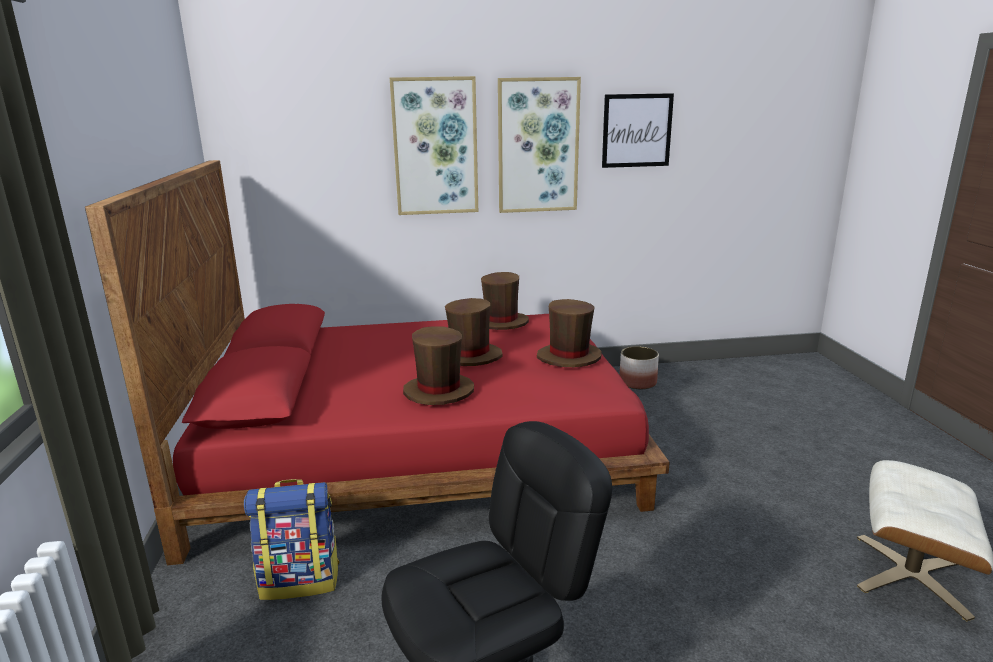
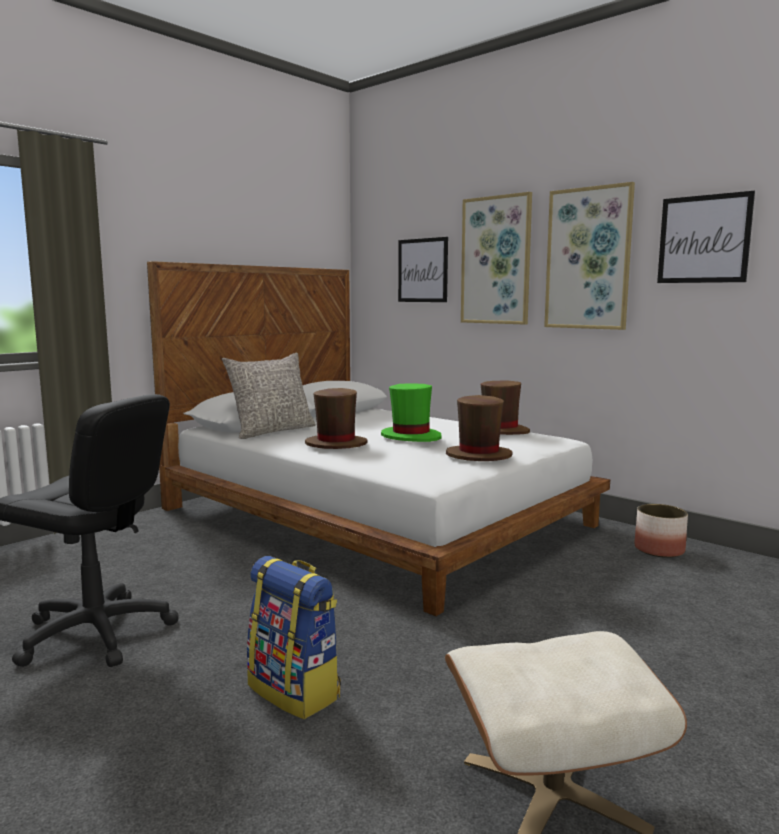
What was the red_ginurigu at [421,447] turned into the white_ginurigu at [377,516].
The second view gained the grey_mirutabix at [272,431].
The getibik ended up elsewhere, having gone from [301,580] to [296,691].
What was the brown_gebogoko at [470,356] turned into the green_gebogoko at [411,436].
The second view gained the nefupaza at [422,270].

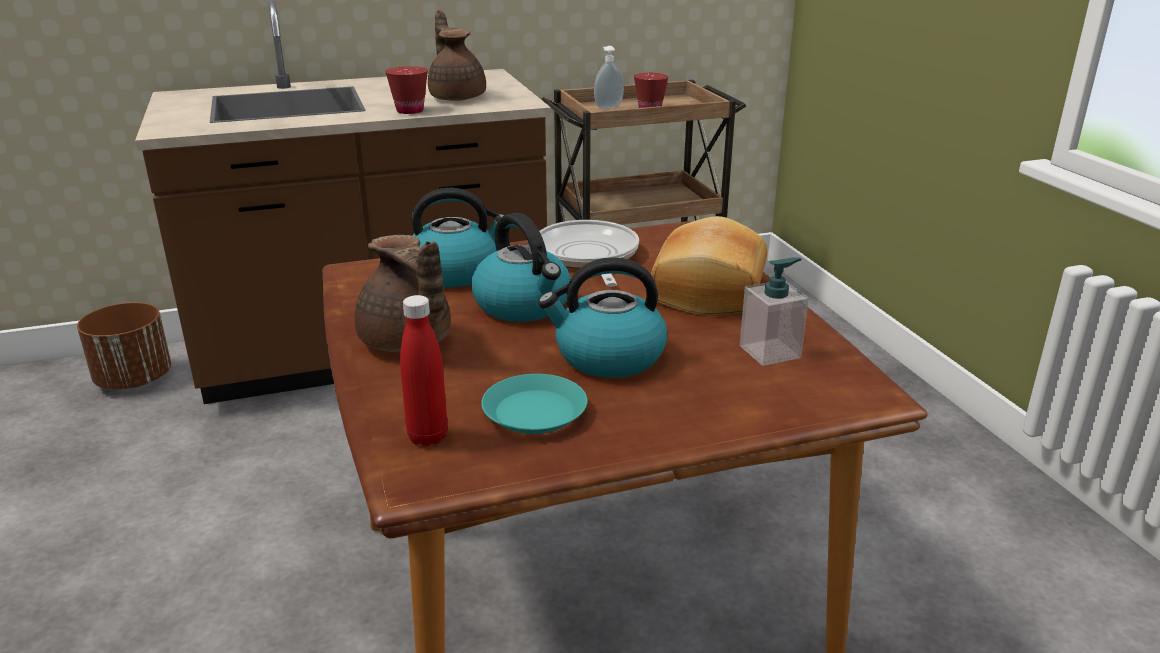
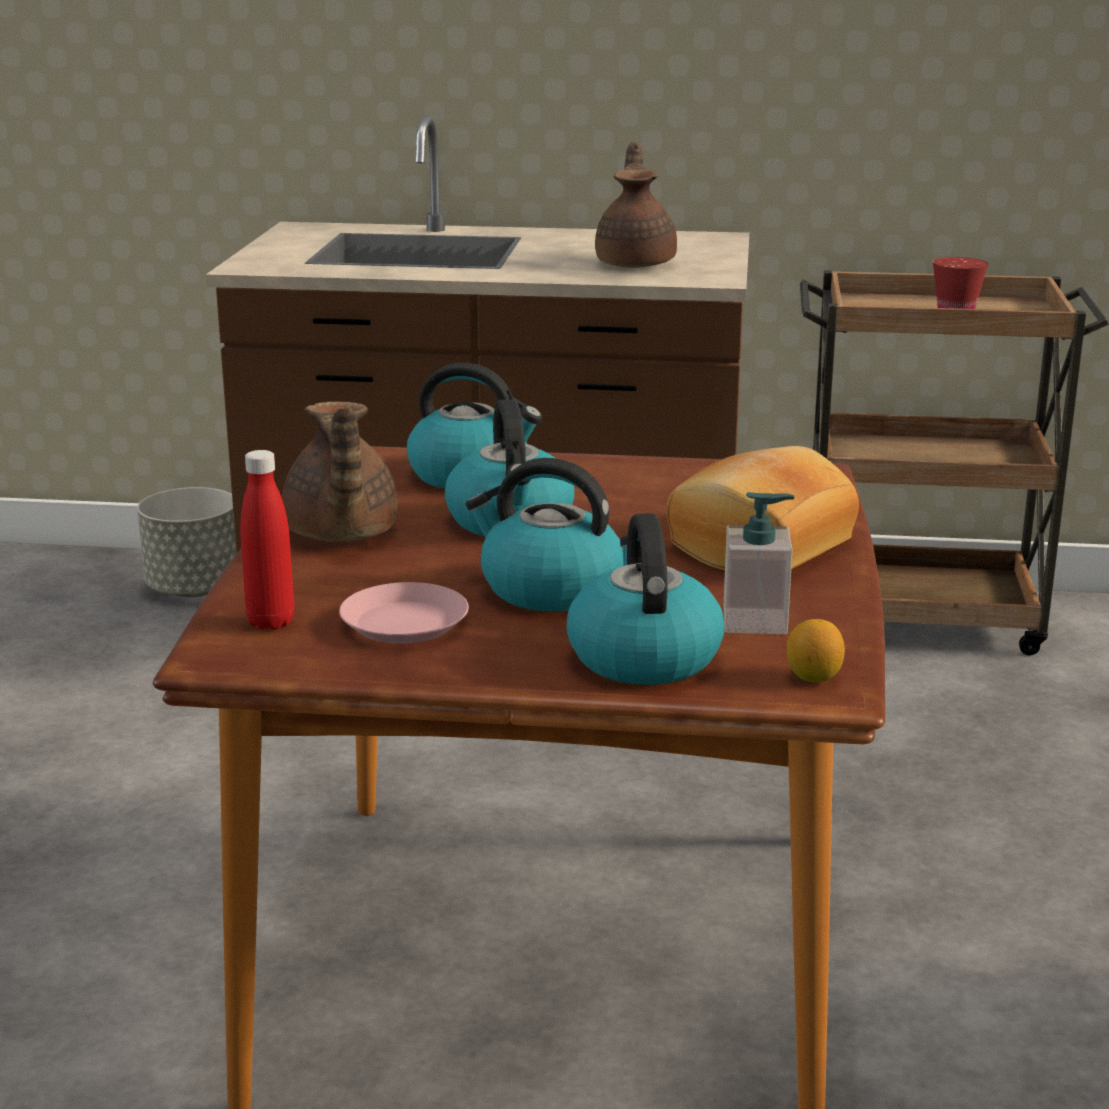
What was the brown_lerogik at [135,380] turned into the grey_lerogik at [195,589].
What was the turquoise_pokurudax at [534,412] turned into the pink_pokurudax at [403,623].
The second view gained the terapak at [642,656].
The second view gained the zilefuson at [813,677].
The second view lost the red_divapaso at [410,111].
The second view lost the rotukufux at [587,257].
The second view lost the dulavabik at [607,107].

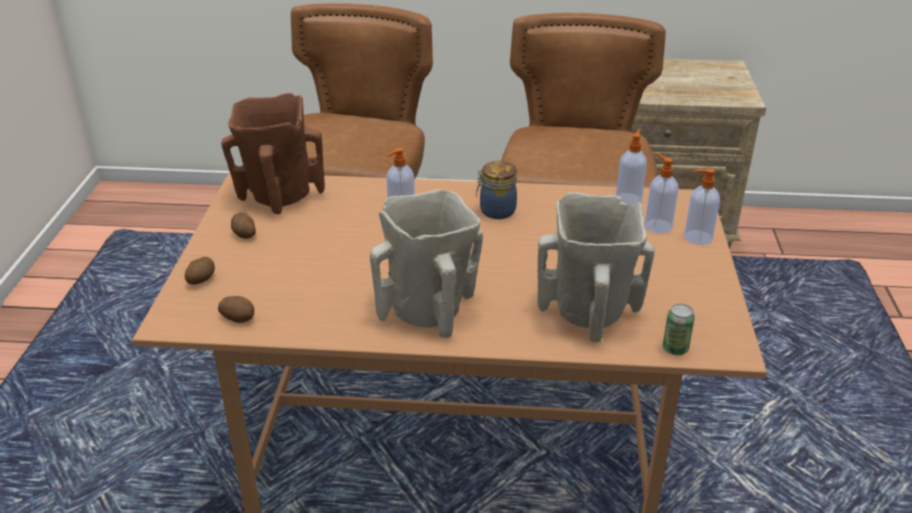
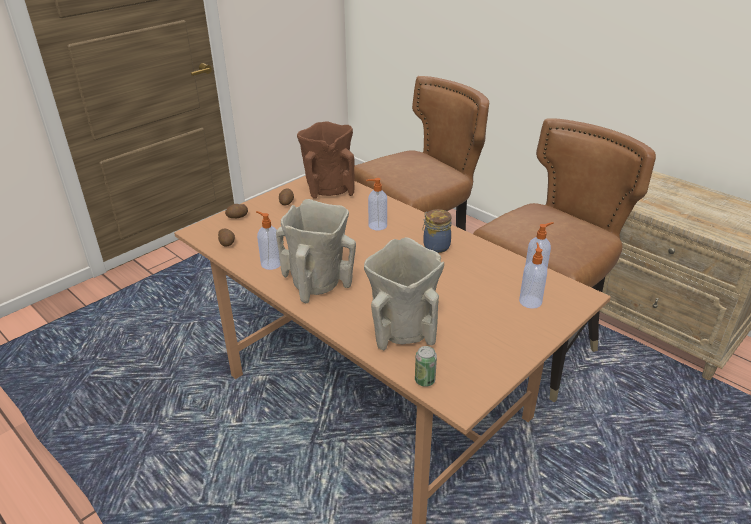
The dulavabik ended up elsewhere, having gone from [697,238] to [270,263].

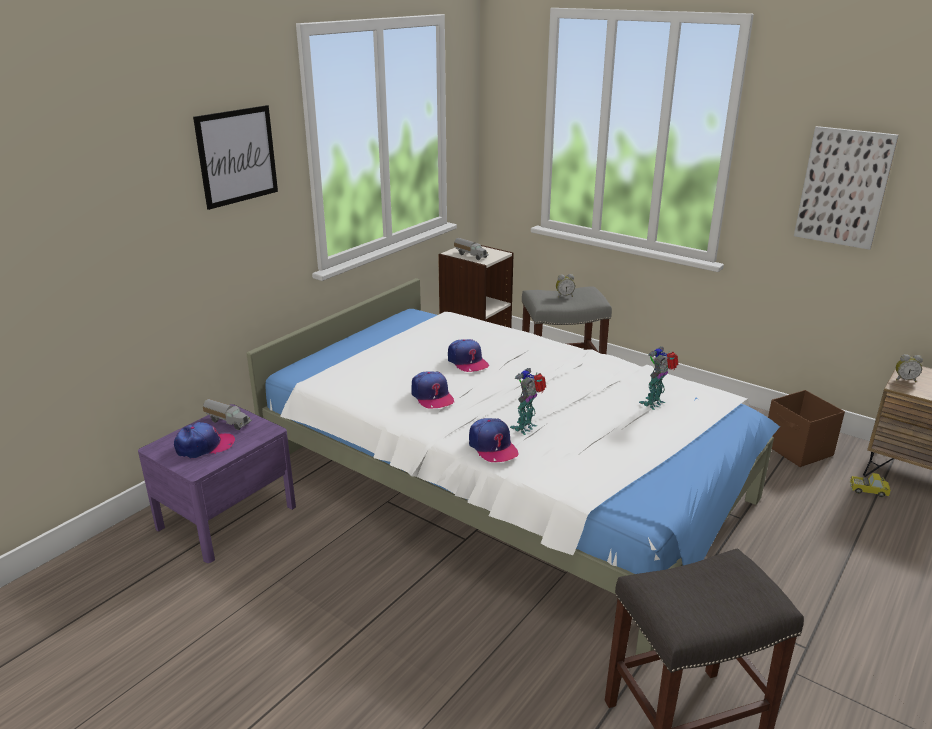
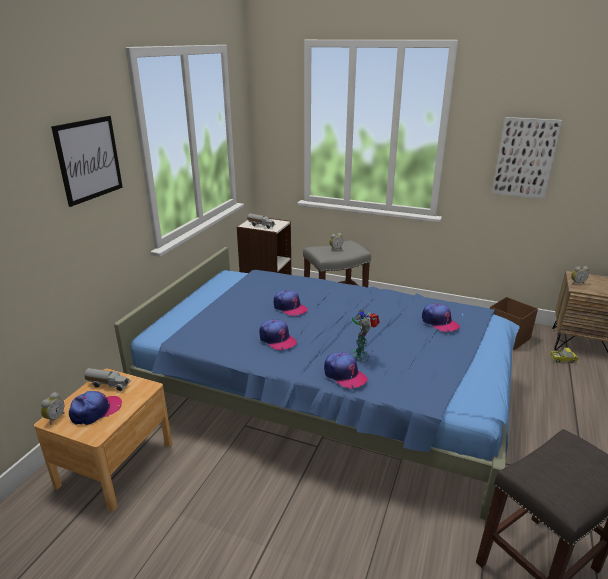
What was the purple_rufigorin at [227,517] turned into the brown_rufigorin at [116,464].
The second view gained the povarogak at [54,418].
What was the white_ginurigu at [507,483] turned into the blue_ginurigu at [329,394].
Where the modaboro stood at [655,403], the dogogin came to stand at [439,322].

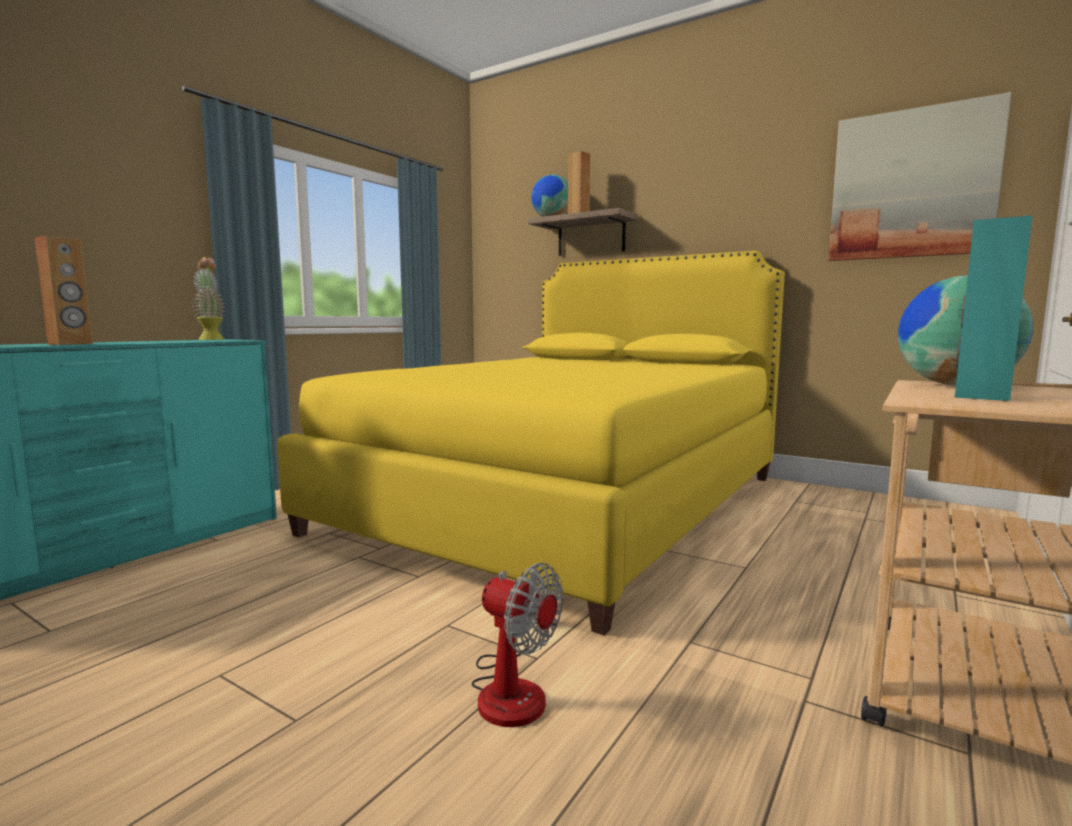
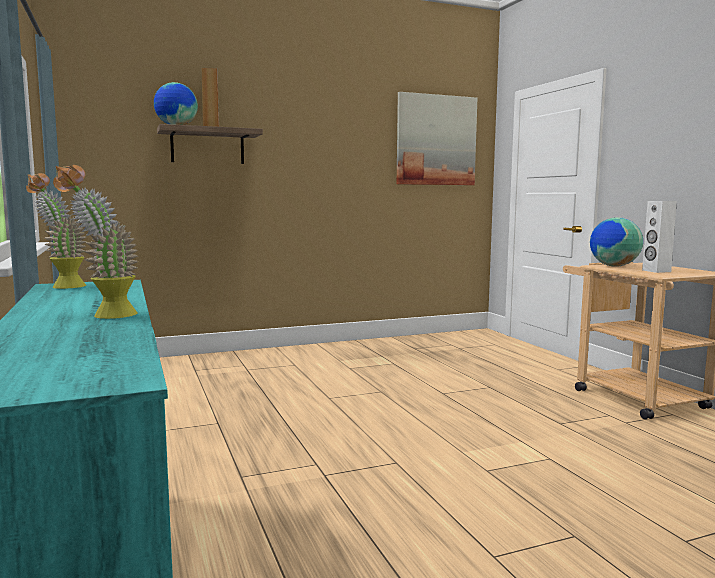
Where the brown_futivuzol stood at [70,344], the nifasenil came to stand at [103,316].
What was the turquoise_futivuzol at [981,396] turned into the white_futivuzol at [656,271].
The second view lost the yellow_ginurigu at [565,503].
The second view lost the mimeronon at [511,687].

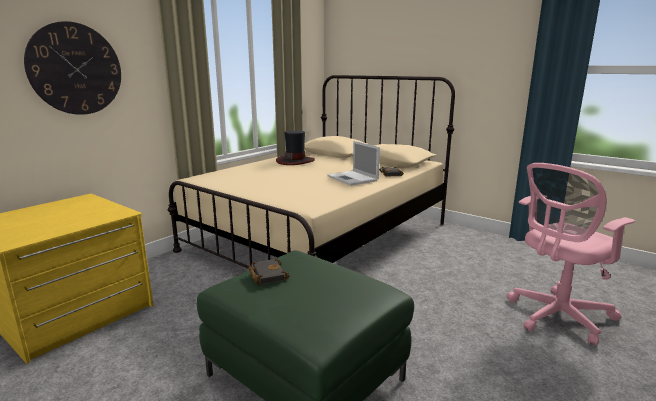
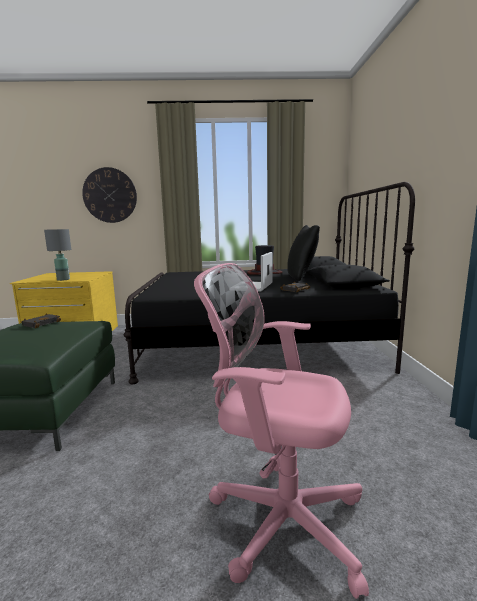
The second view gained the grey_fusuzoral at [63,279].
What was the beige_ginurigu at [320,236] turned into the black_ginurigu at [258,343].
The second view gained the black_mirutabix at [301,277].

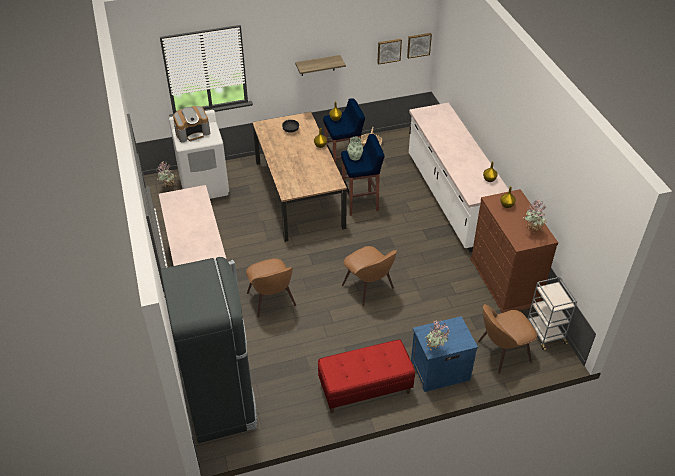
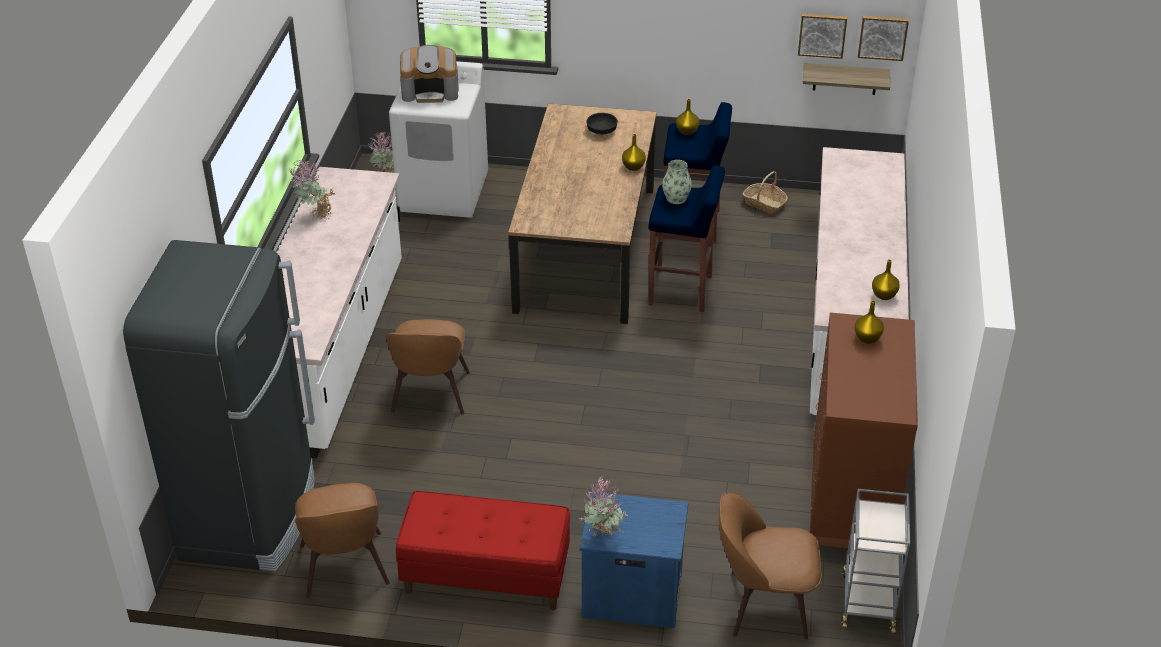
The nifasenil ended up elsewhere, having gone from [532,230] to [315,217].
The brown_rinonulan ended up elsewhere, having gone from [369,288] to [344,568].
The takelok ended up elsewhere, having gone from [317,65] to [845,79].

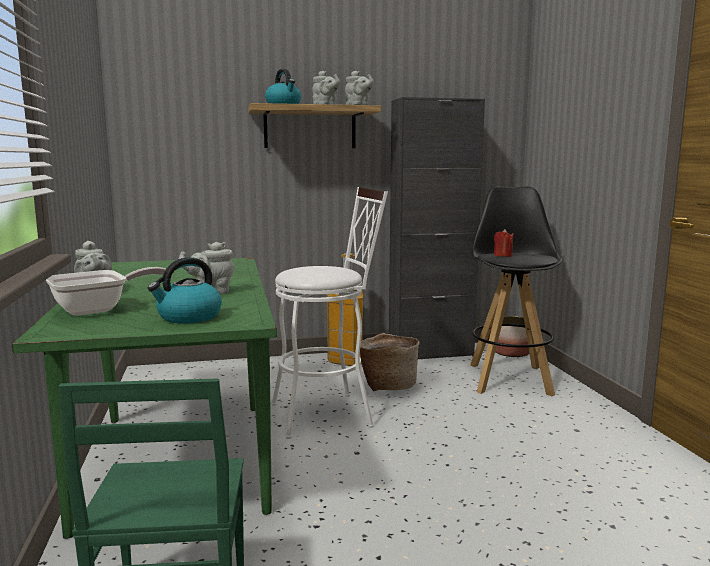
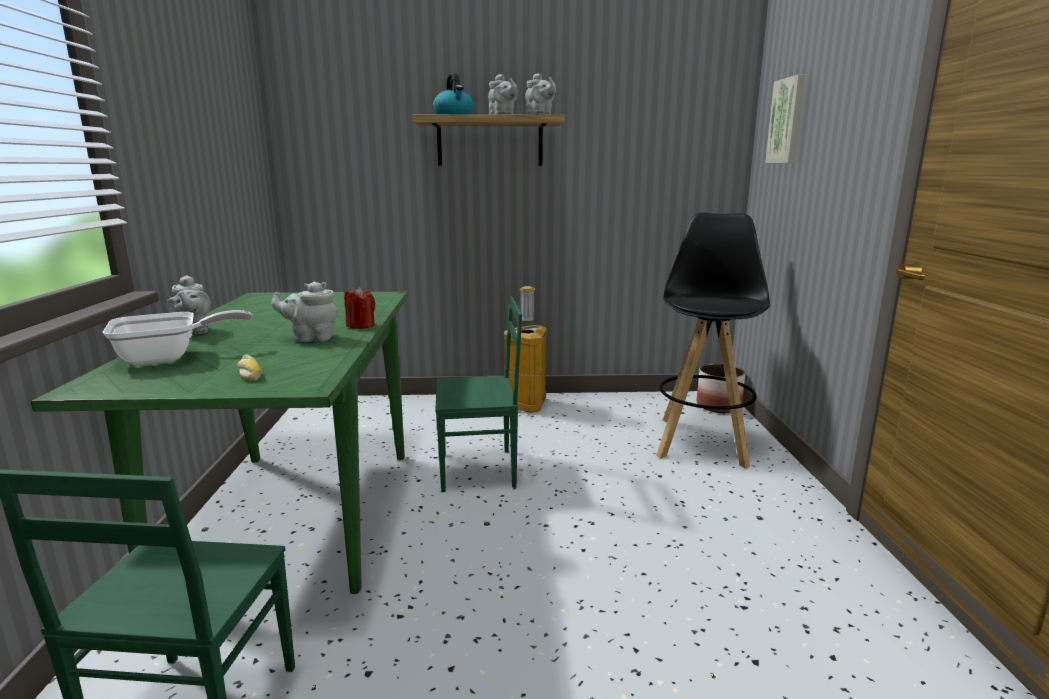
Where the terapak stood at [188,317], the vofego came to stand at [249,374].
The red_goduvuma ended up elsewhere, having gone from [503,255] to [361,325].
Where the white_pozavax stood at [330,414], the green_rinonulan came to stand at [479,470].
The second view gained the nefupaza at [788,121].
The second view lost the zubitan at [387,385].
The second view lost the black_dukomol at [430,353].

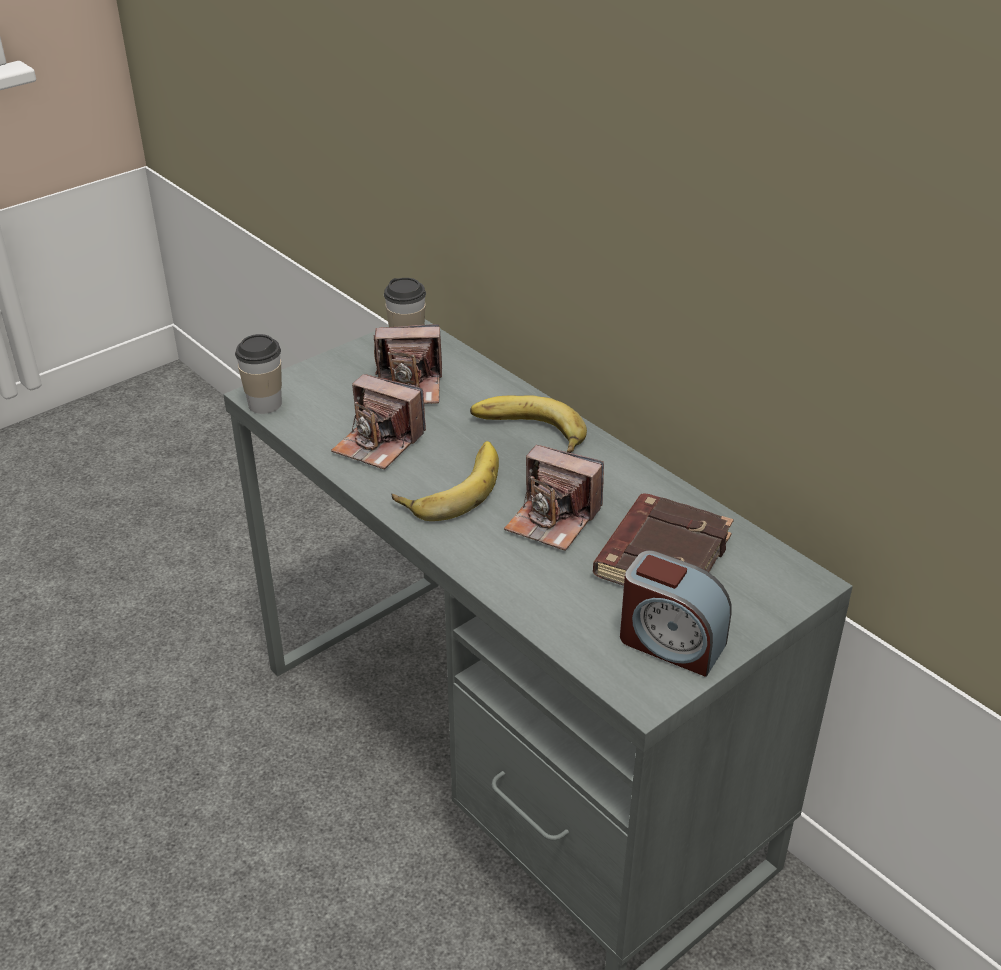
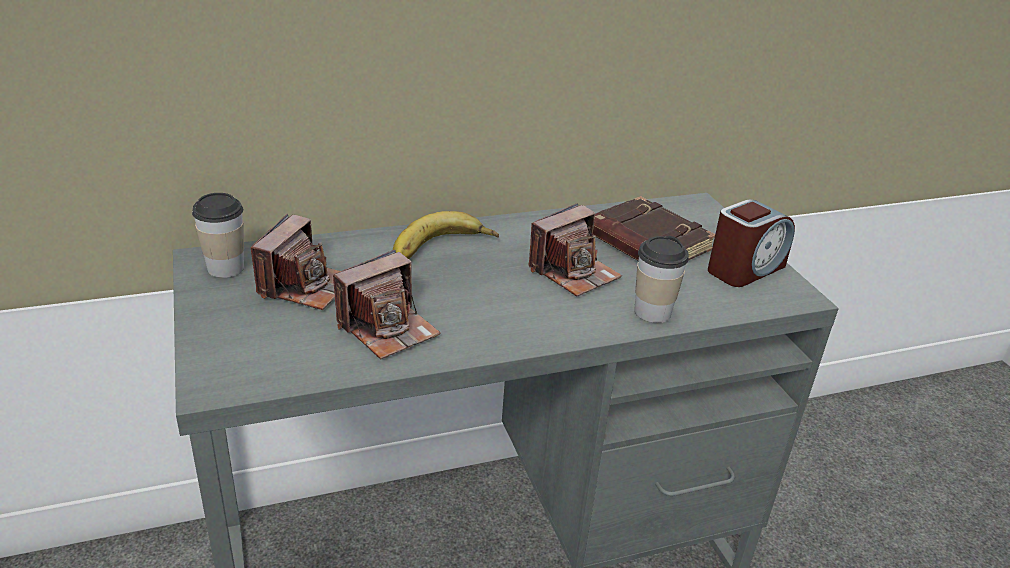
The divapaso ended up elsewhere, having gone from [265,404] to [652,312].
The second view lost the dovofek at [450,486].

